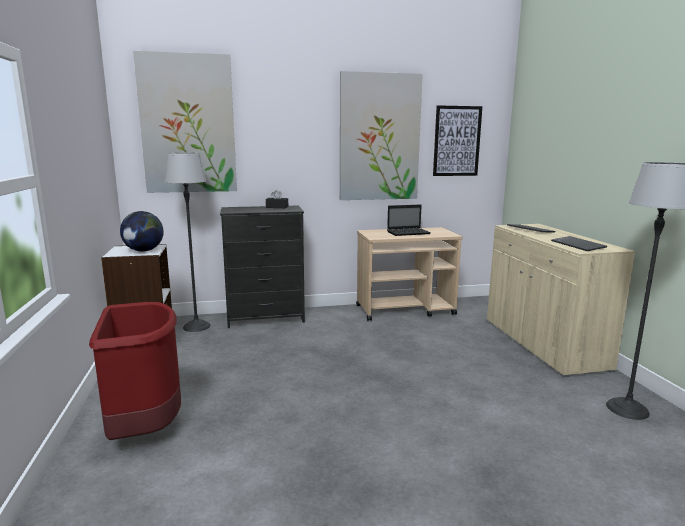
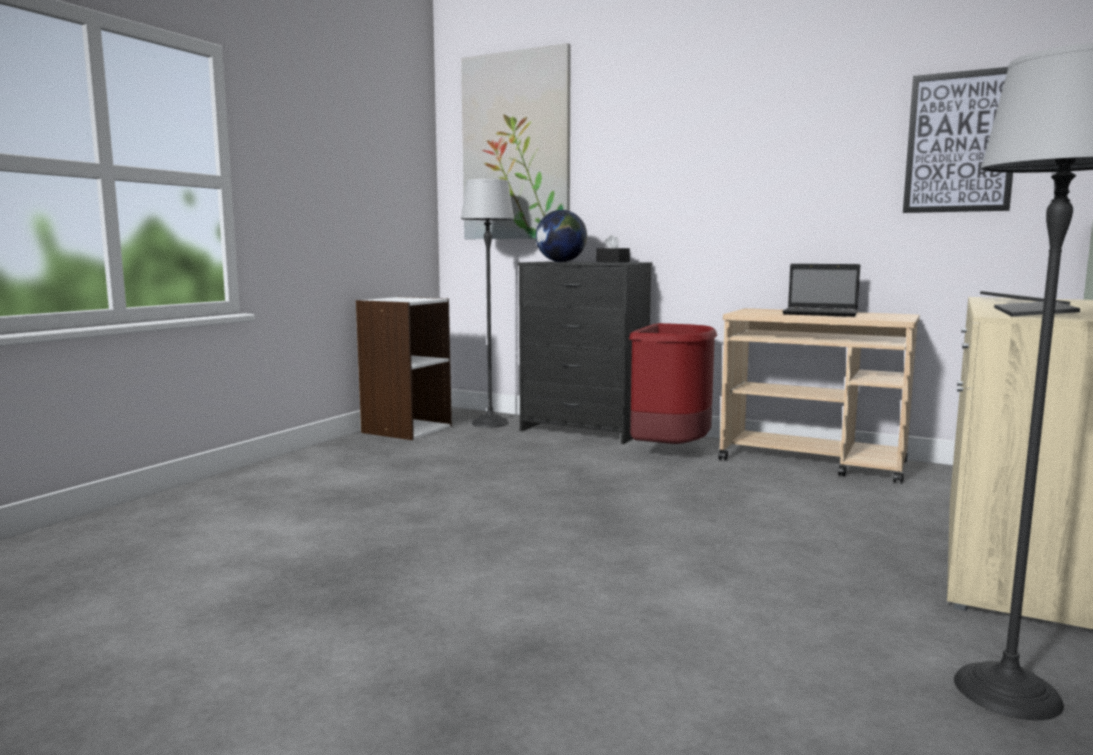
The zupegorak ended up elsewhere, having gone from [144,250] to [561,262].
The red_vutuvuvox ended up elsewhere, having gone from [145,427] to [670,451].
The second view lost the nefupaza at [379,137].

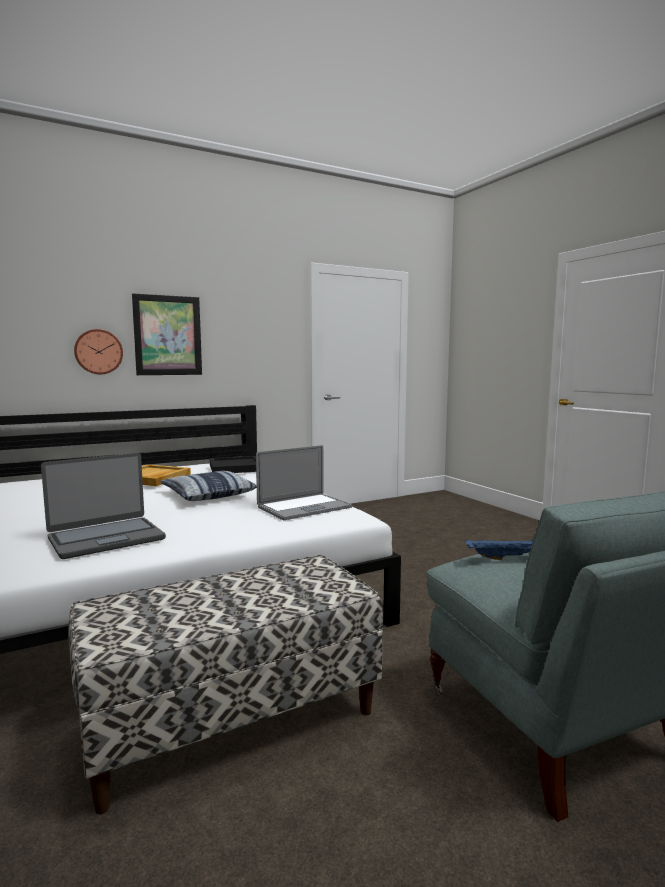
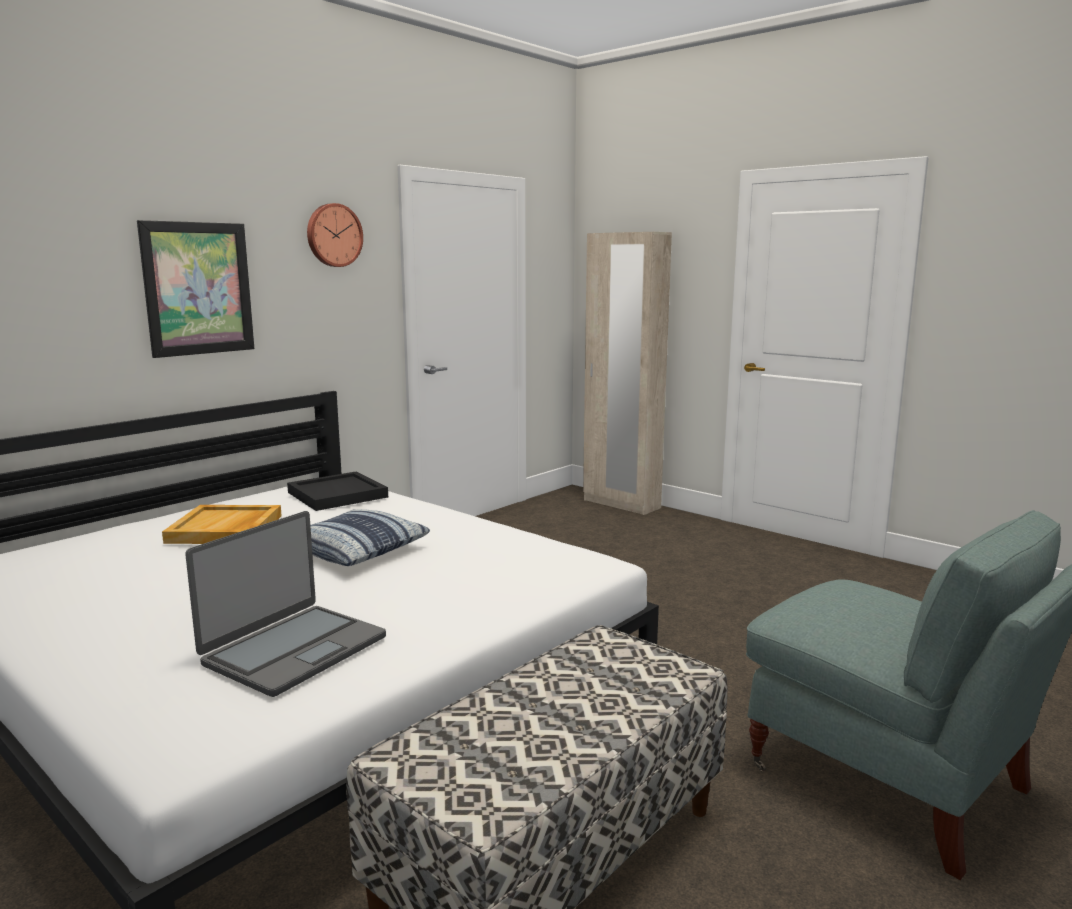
The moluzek ended up elsewhere, having gone from [98,352] to [333,235].
The second view gained the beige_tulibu at [621,504].
The second view lost the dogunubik at [304,507].
The second view lost the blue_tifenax at [504,557].

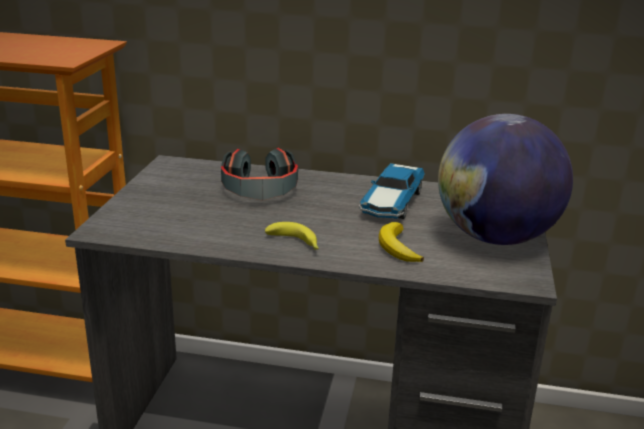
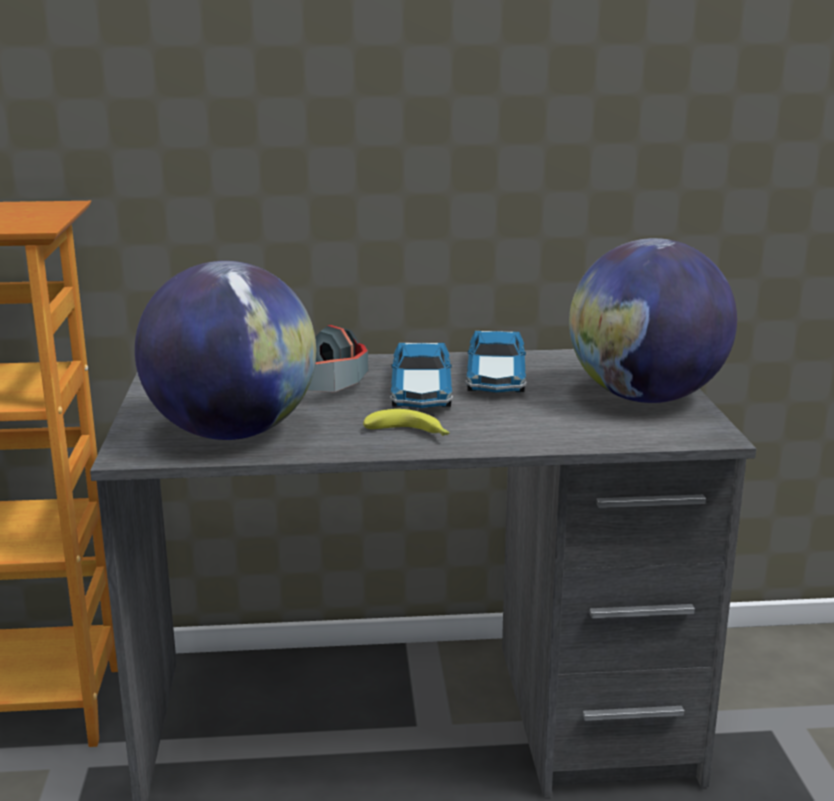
The second view gained the zupegorak at [232,433].
The second view gained the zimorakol at [421,391].
The second view lost the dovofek at [397,247].

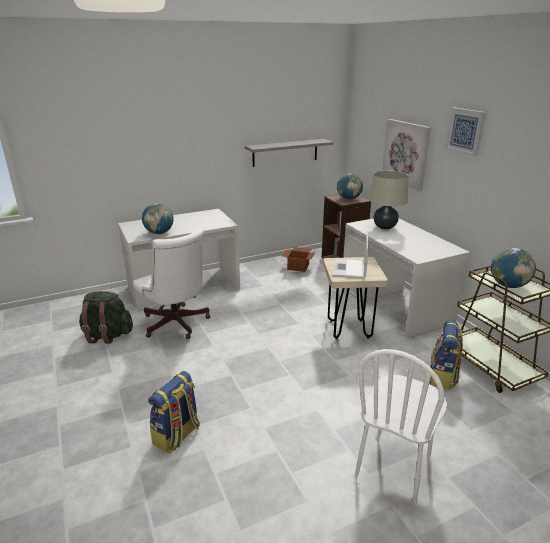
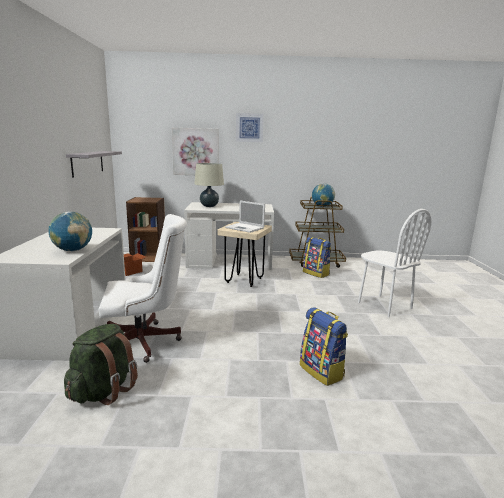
The second view lost the zupegorak at [348,199].

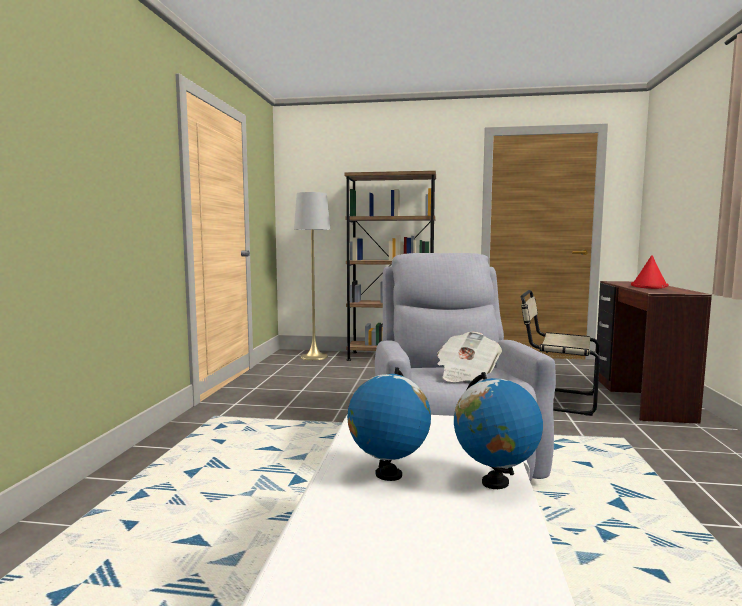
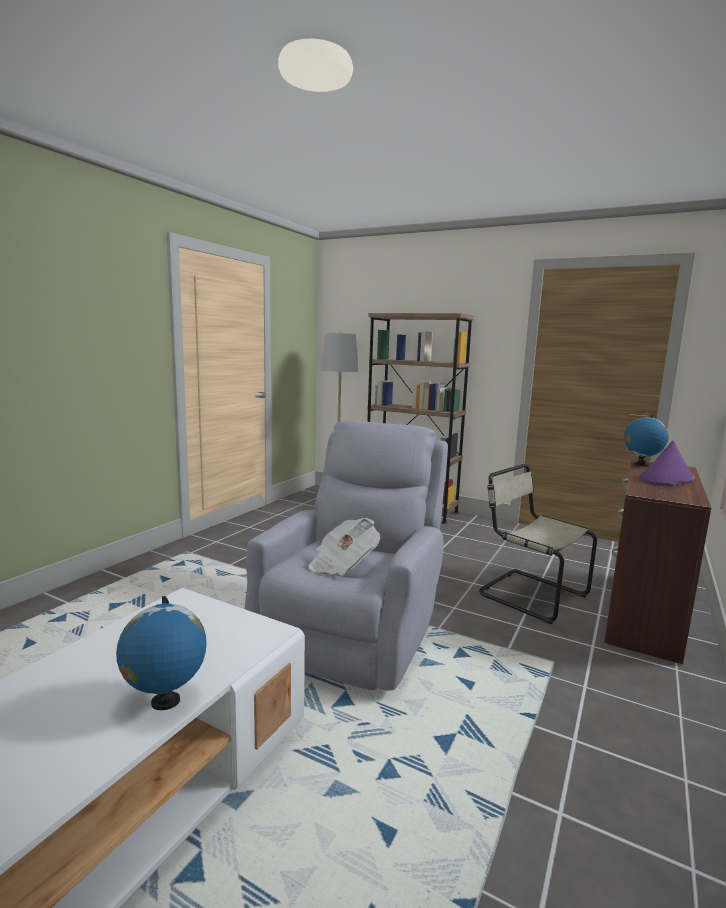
The zupegorak ended up elsewhere, having gone from [388,474] to [641,465].
What was the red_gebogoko at [649,286] turned into the purple_gebogoko at [666,479].

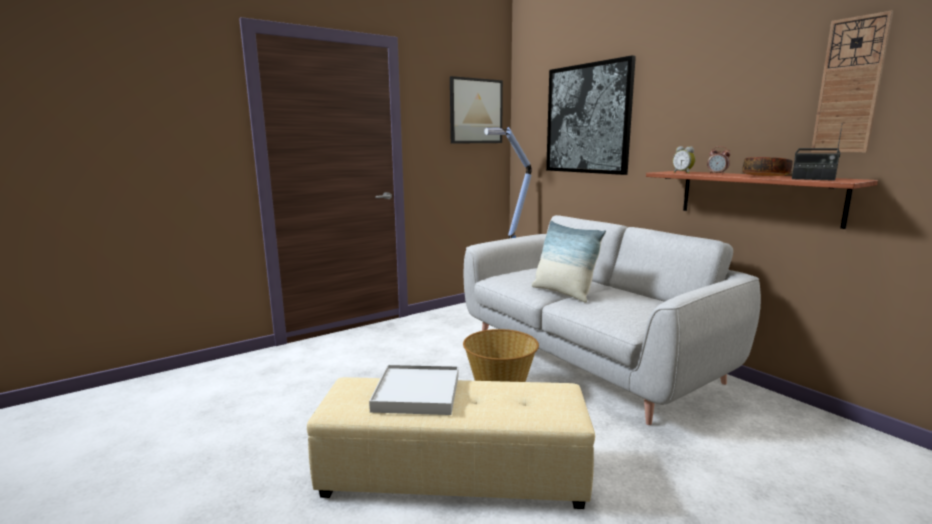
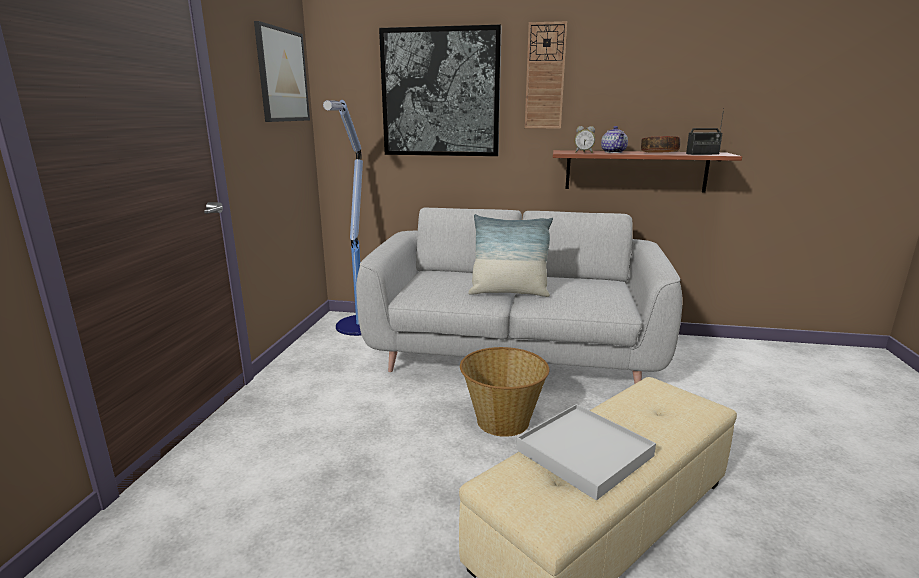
The moluzek ended up elsewhere, having gone from [850,86] to [545,76].
Where the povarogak stood at [717,174], the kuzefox came to stand at [614,152].

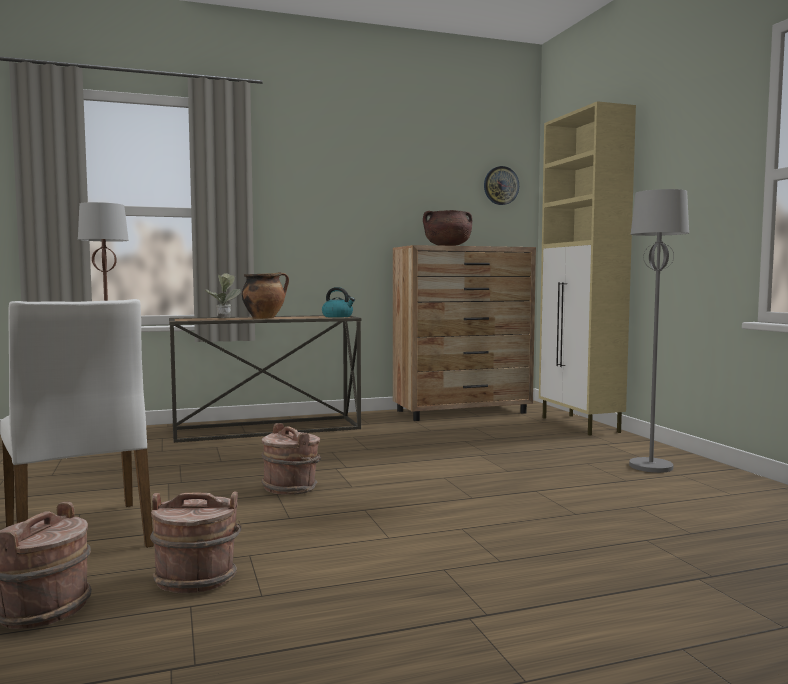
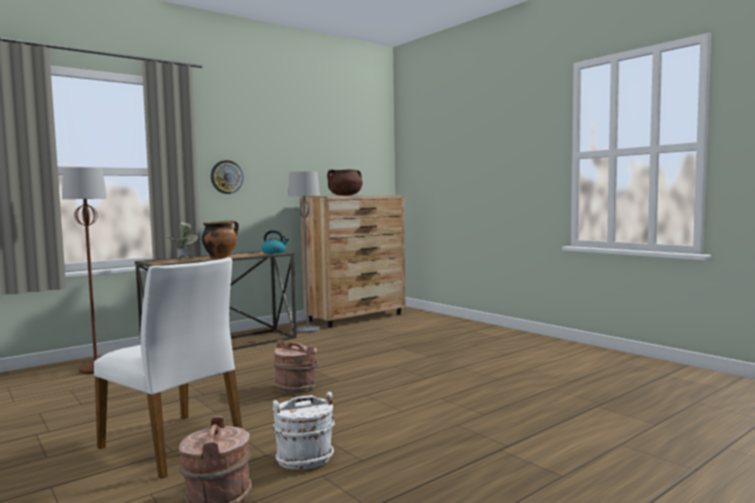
The moluzek ended up elsewhere, having gone from [501,185] to [226,177].
What was the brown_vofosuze at [197,579] turned into the white_vofosuze at [304,458].
The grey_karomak ended up elsewhere, having gone from [651,466] to [308,330].
The second view lost the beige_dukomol at [580,425].

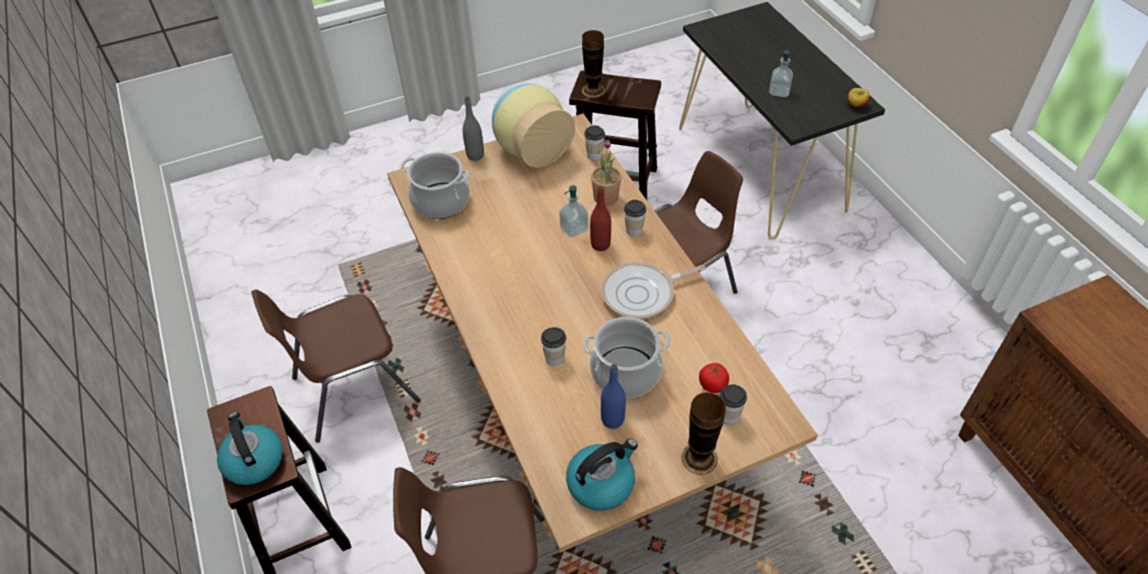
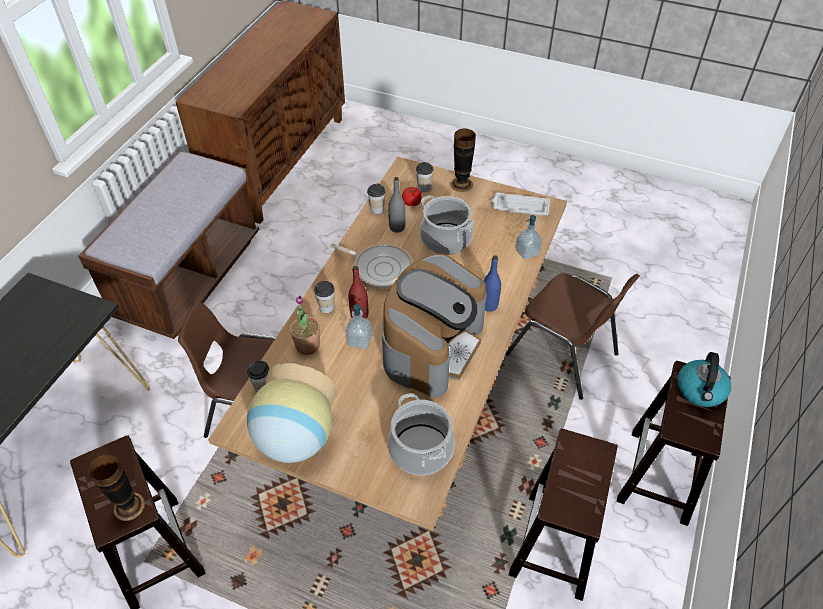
The second view gained the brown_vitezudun at [189,277].
The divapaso ended up elsewhere, having gone from [554,358] to [377,209].
The second view gained the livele at [432,345].
The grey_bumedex ended up elsewhere, having gone from [475,155] to [397,227].
The blue_bumedex ended up elsewhere, having gone from [612,419] to [489,305].
Where the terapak stood at [601,483], the white_tifenax came to stand at [519,207].
Where the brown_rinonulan stood at [353,389], the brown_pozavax came to stand at [555,546].
The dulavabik ended up elsewhere, having gone from [779,91] to [527,252].
The second view lost the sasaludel at [856,105].

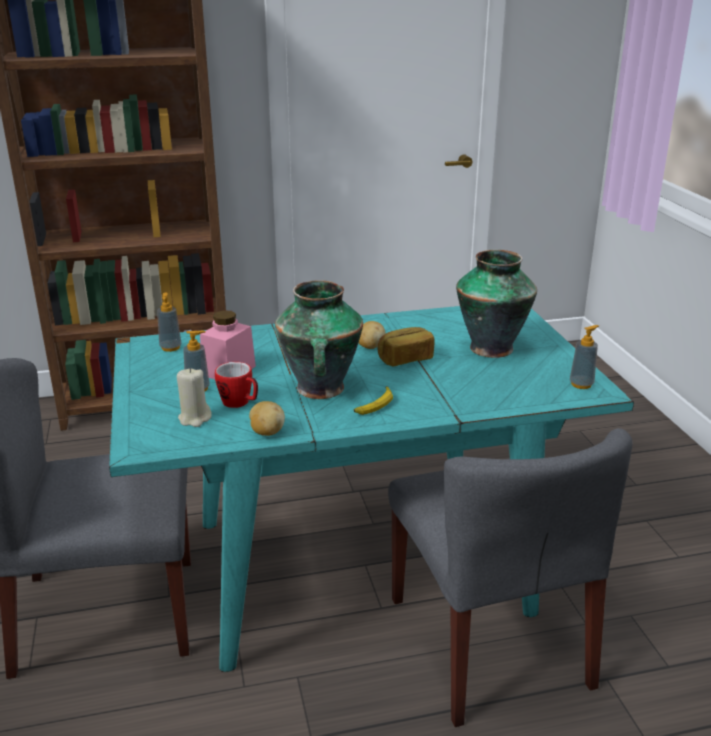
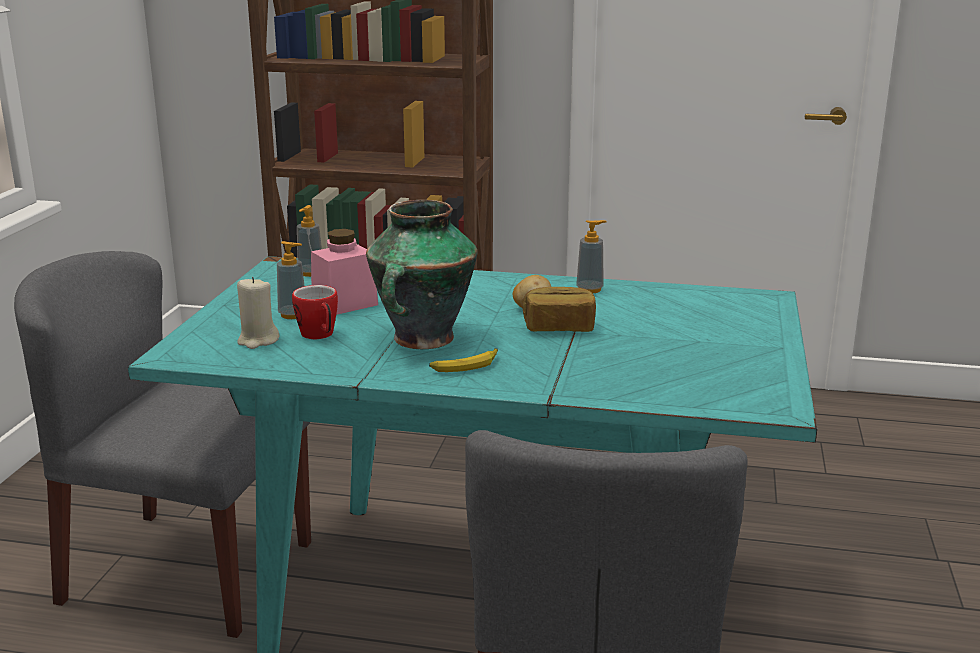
The dulavabik ended up elsewhere, having gone from [581,384] to [589,289].
The second view lost the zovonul at [266,432].
The second view lost the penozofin at [492,347].

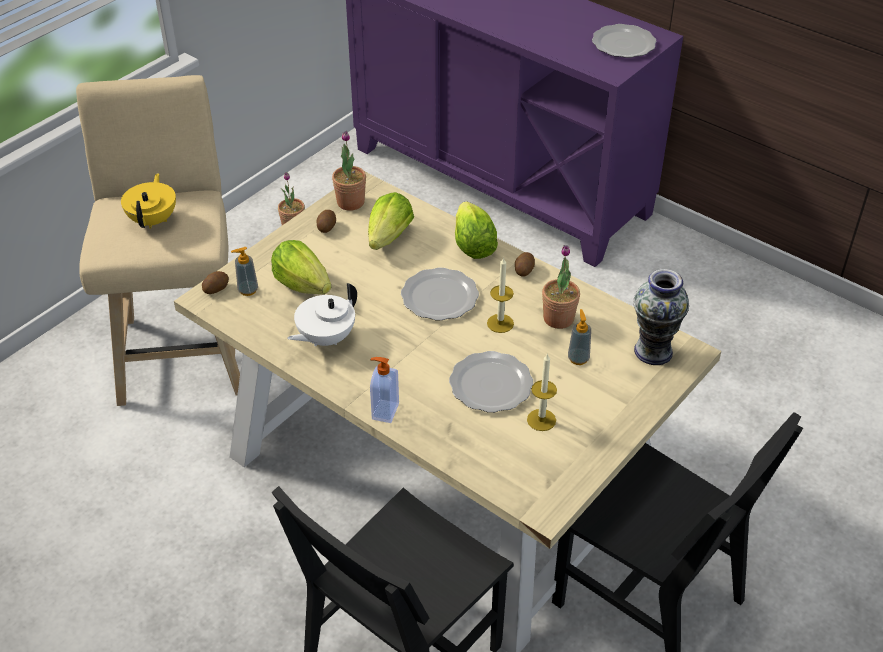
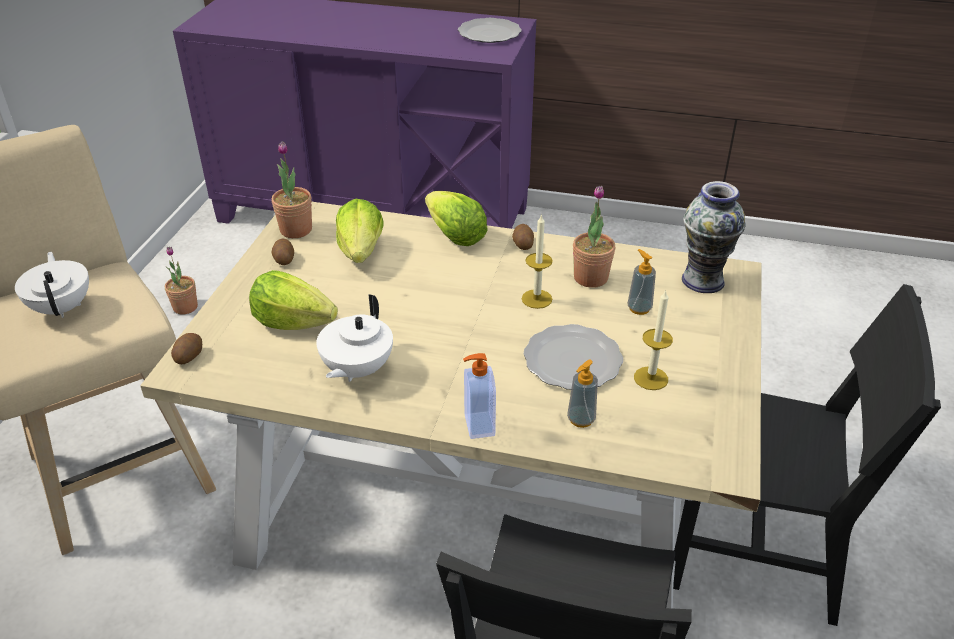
What was the yellow_kuzefox at [153,220] turned into the white_kuzefox at [62,307].
The dulavabik ended up elsewhere, having gone from [248,290] to [581,419].
The second view lost the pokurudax at [438,296].

